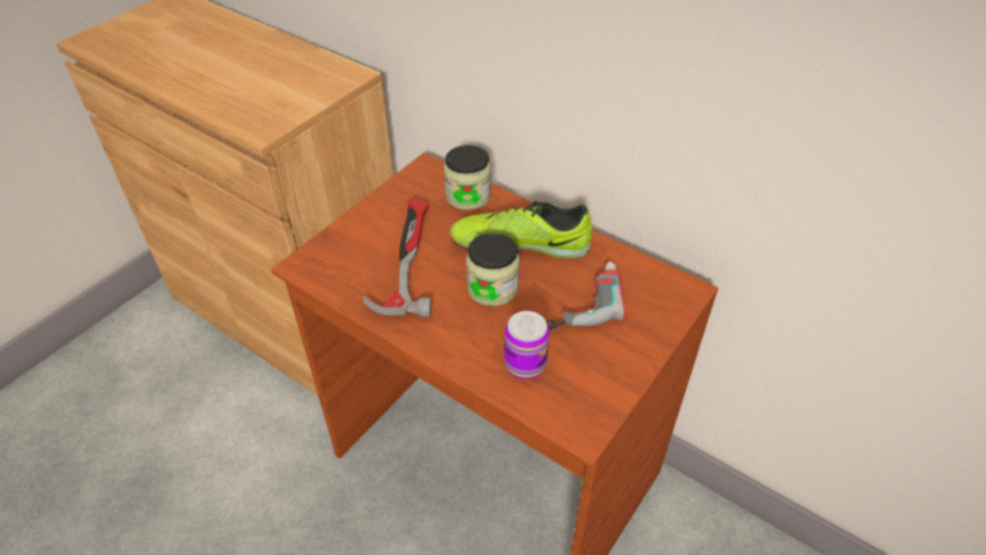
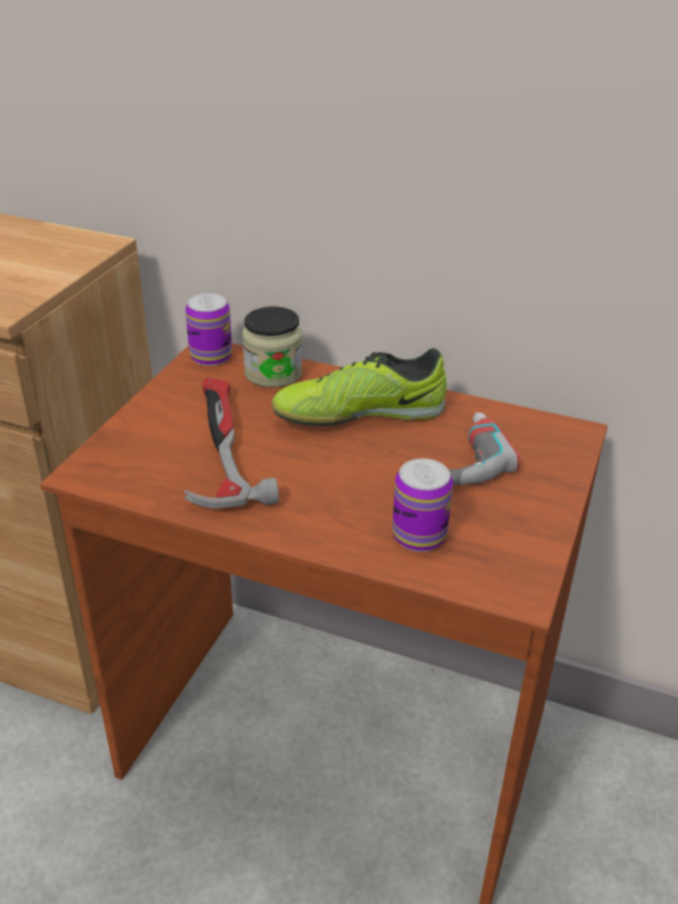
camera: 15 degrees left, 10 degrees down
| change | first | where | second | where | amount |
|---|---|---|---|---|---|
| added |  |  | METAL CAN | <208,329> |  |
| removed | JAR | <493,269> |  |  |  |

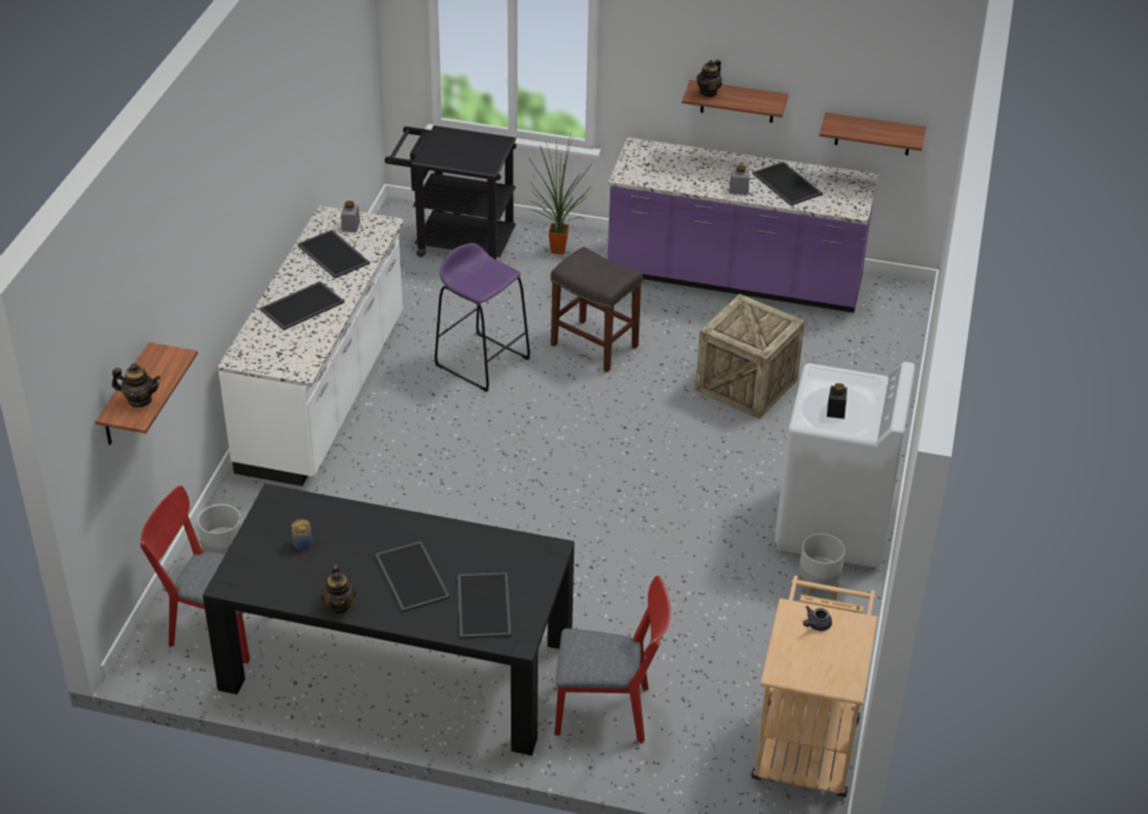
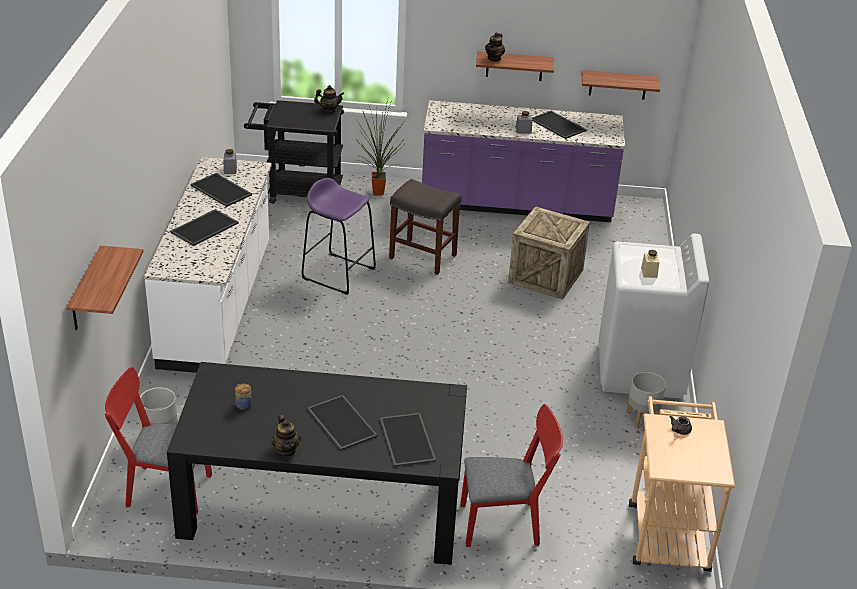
camera: 10 degrees left, 5 degrees down
| change | first | where | second | where | amount |
|---|---|---|---|---|---|
| moved | POT FOR TEA | <136,385> |  | <329,99> |  |
| recoloured | BLACK JAR | <837,401> | BEIGE JAR | <650,264> |  |

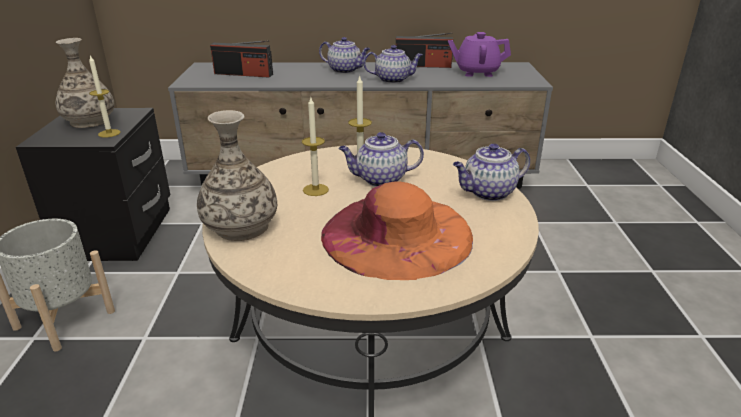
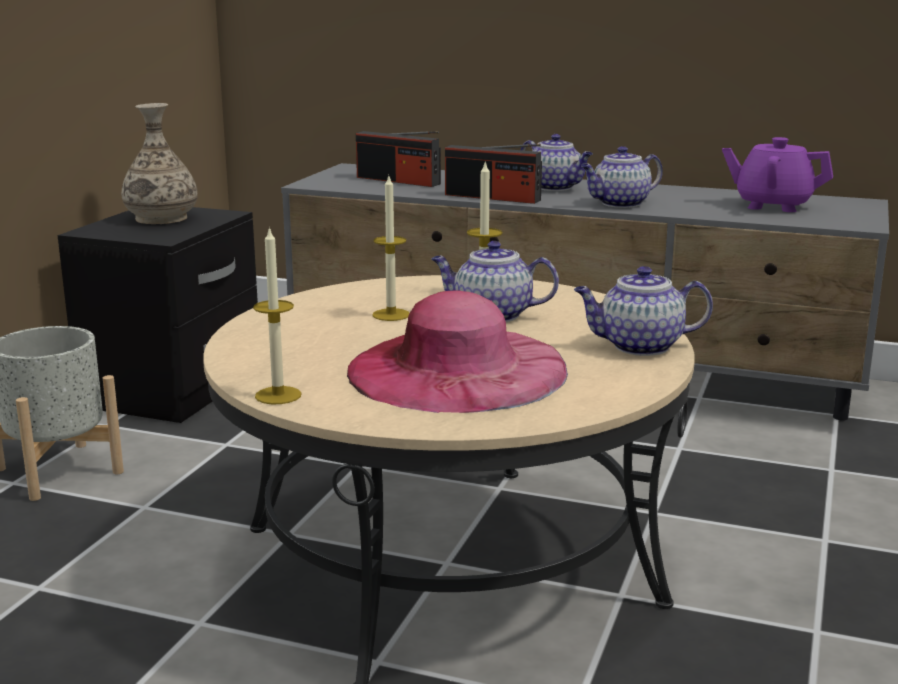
camera: 20 degrees right, 10 degrees down
| change | first | where | second | where | amount |
|---|---|---|---|---|---|
| moved | WAX LIGHT | <105,96> |  | <277,315> |  |
| recoloured | ORANGEY HAT | <397,230> | PINKISH HAT | <457,351> |  |
| moved | RADIO | <424,50> |  | <493,174> |  |
| turned | POT FOR TEA | <393,64> |  | <622,177> | 135 degrees clockwise |
| removed | VASE | <237,175> |  |  |  |

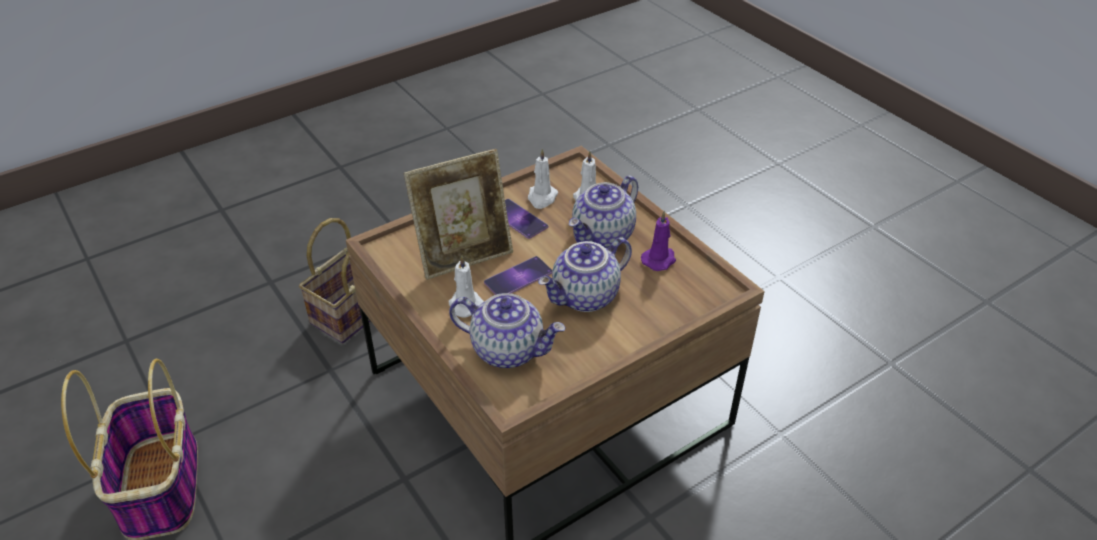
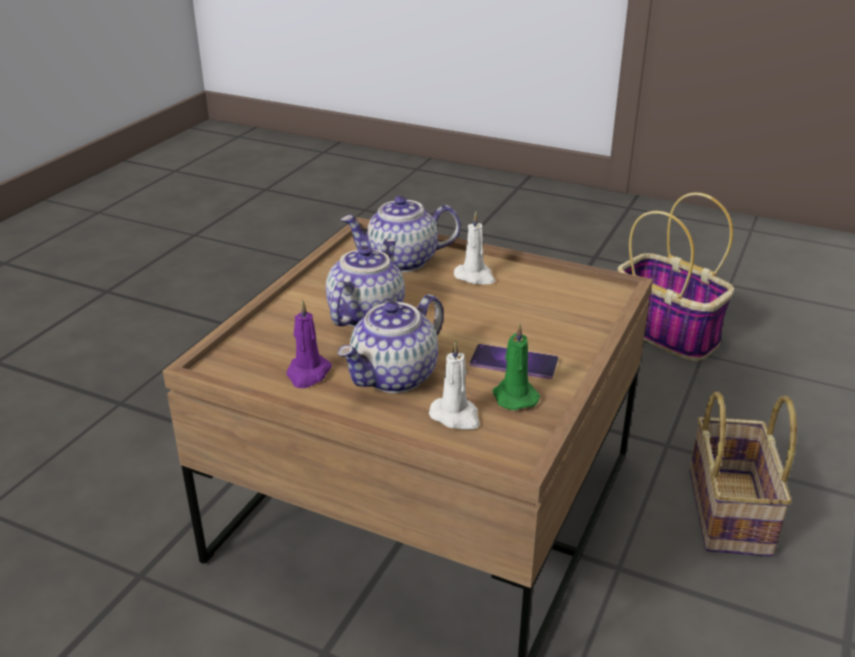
camera: 150 degrees right, 10 degrees down
| change | first | where | second | where | amount |
|---|---|---|---|---|---|
| turned | POT FOR TEA | <603,211> |  | <391,343> | 150 degrees counterclockwise |
| recoloured | WHITE WAX LIGHT | <543,179> | GREEN-COLOURED WAX LIGHT | <516,366> |  |
| removed | PICTURE FRAME | <458,214> |  |  |  |
| removed | TELEPHONE | <518,275> |  |  |  |

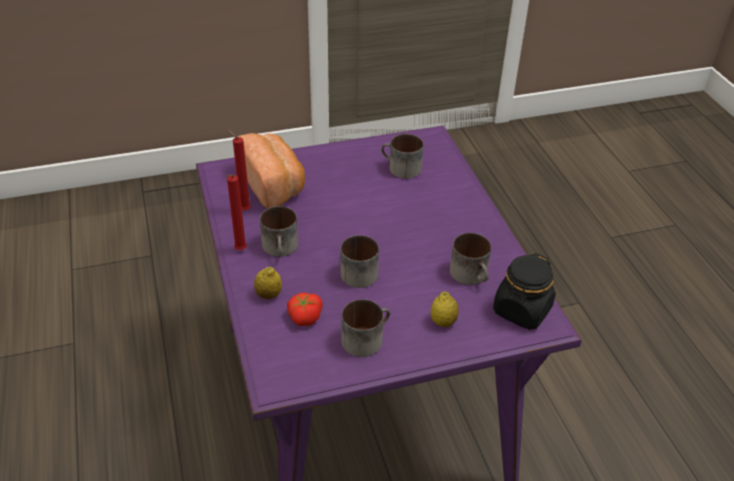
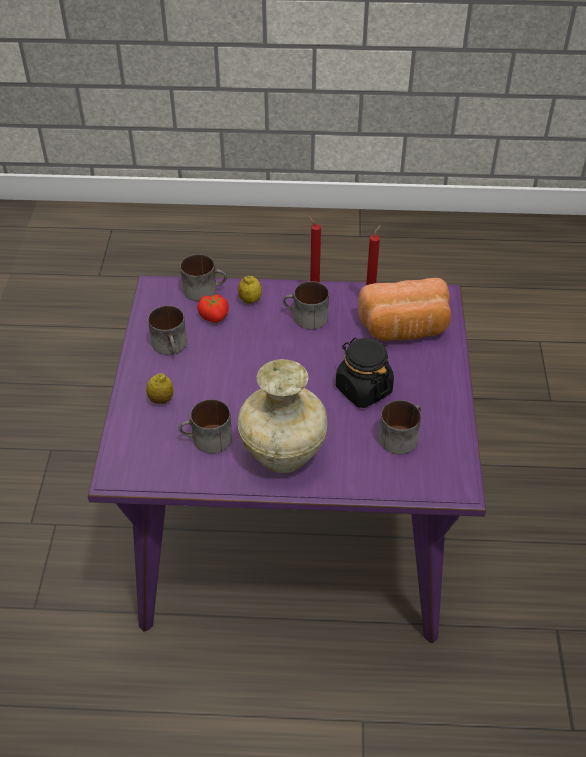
camera: 110 degrees right, 5 degrees up
| change | first | where | second | where | amount |
|---|---|---|---|---|---|
| moved | COFFEE MUG | <360,261> |  | <203,277> |  |
| added |  |  | BEIGE VASE | <282,416> |  |
| moved | BLACK JAR | <524,291> |  | <365,373> |  |

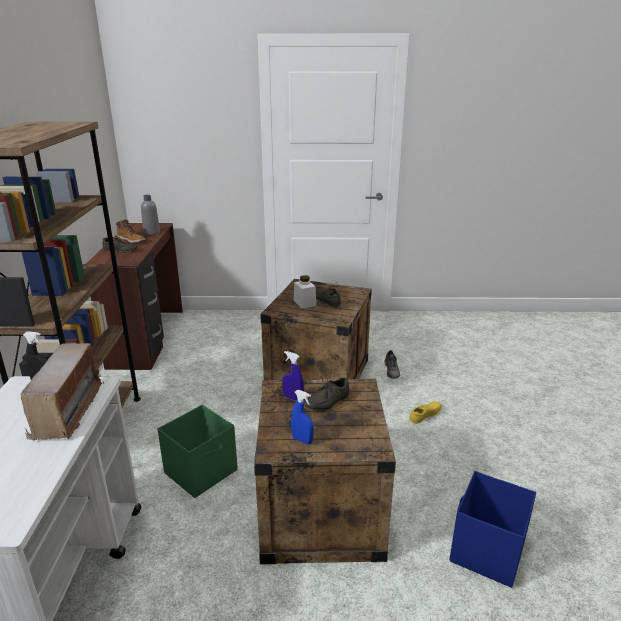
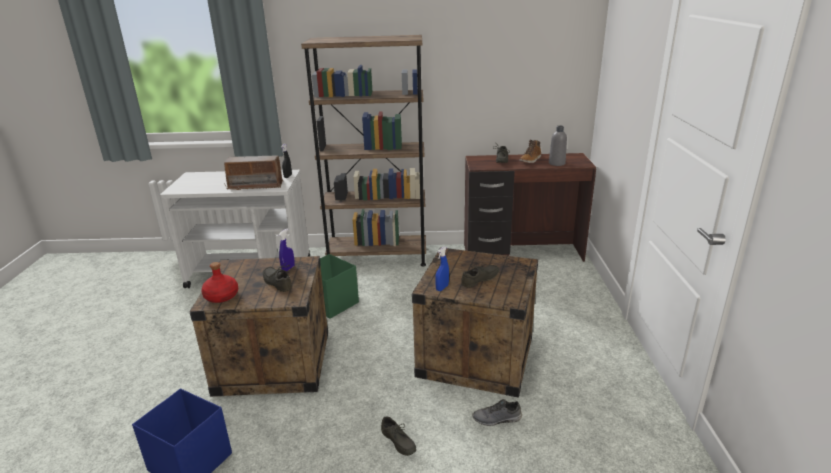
camera: 90 degrees right, 0 degrees up
| change | first | where | second | where | amount |
|---|---|---|---|---|---|
| added |  |  | REDDISH BOTTLE | <219,282> |  |
| recoloured | YELLOWISH ITEM OF FOOTWEAR | <425,412> | GRAY ITEM OF FOOTWEAR | <398,436> |  |
| moved | BLUISH SPRAYER | <302,417> |  | <442,268> |  |
| removed | WHITE JAR | <305,292> |  |  |  |

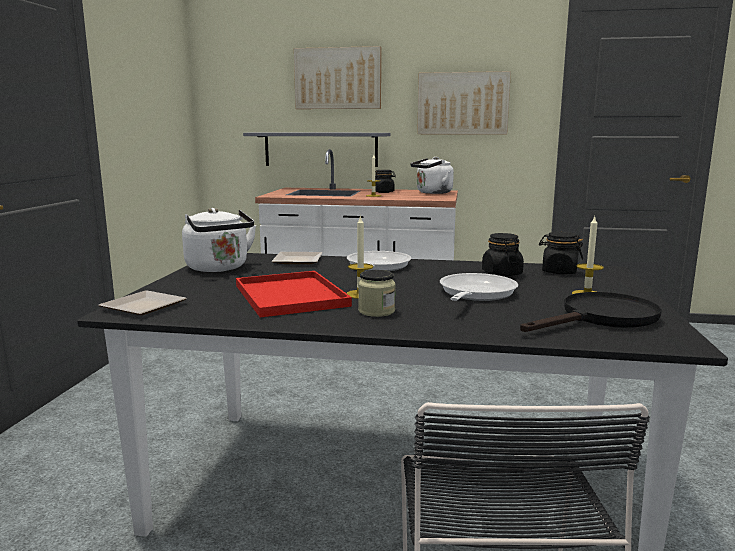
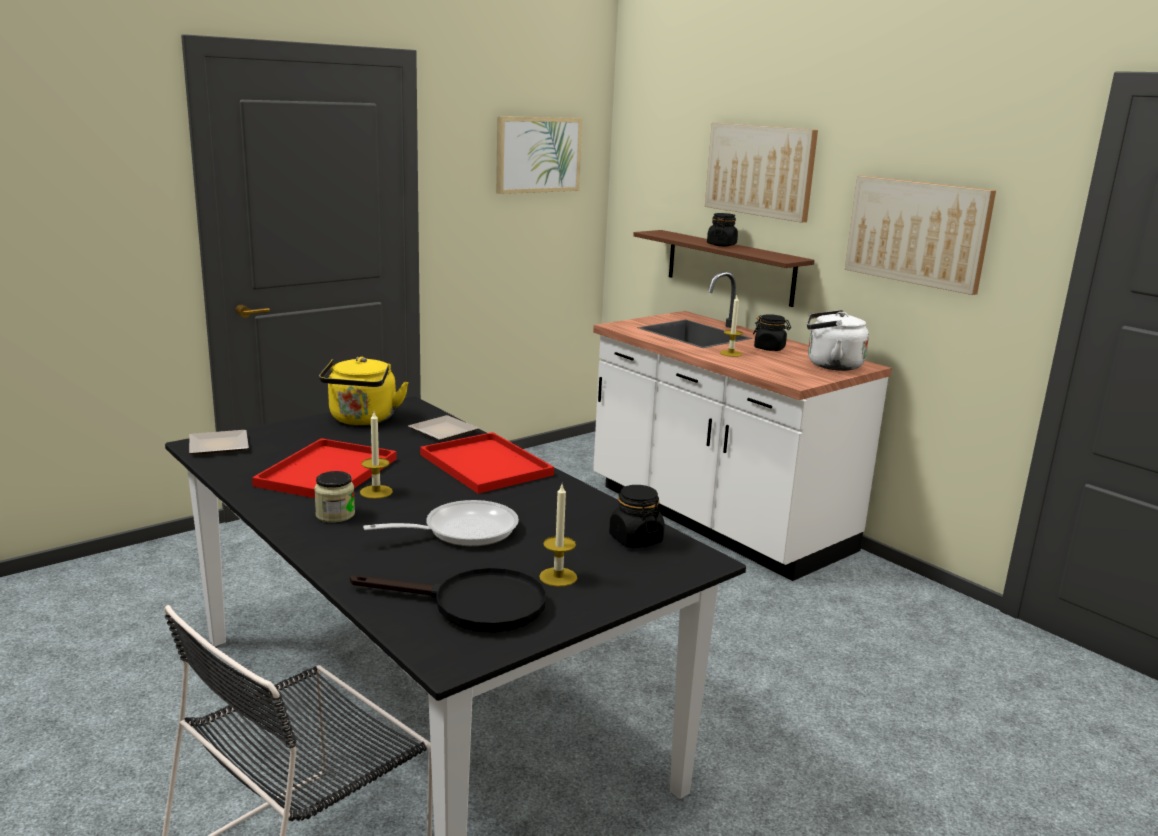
camera: 40 degrees right, 5 degrees up
| change | first | where | second | where | amount |
|---|---|---|---|---|---|
| recoloured | WHITE KETTLE | <219,240> | YELLOWISH KETTLE | <364,391> |  |
| replaced | FRYING PAN | <379,261> | REDDISH TRAY | <487,463> |  |
| added |  |  | WALL ART | <539,155> |  |
| recoloured | GRAY SHELF | <316,149> | BROWN SHELF | <724,268> |  |
| moved | BLACK JAR | <503,254> |  | <722,229> |  |

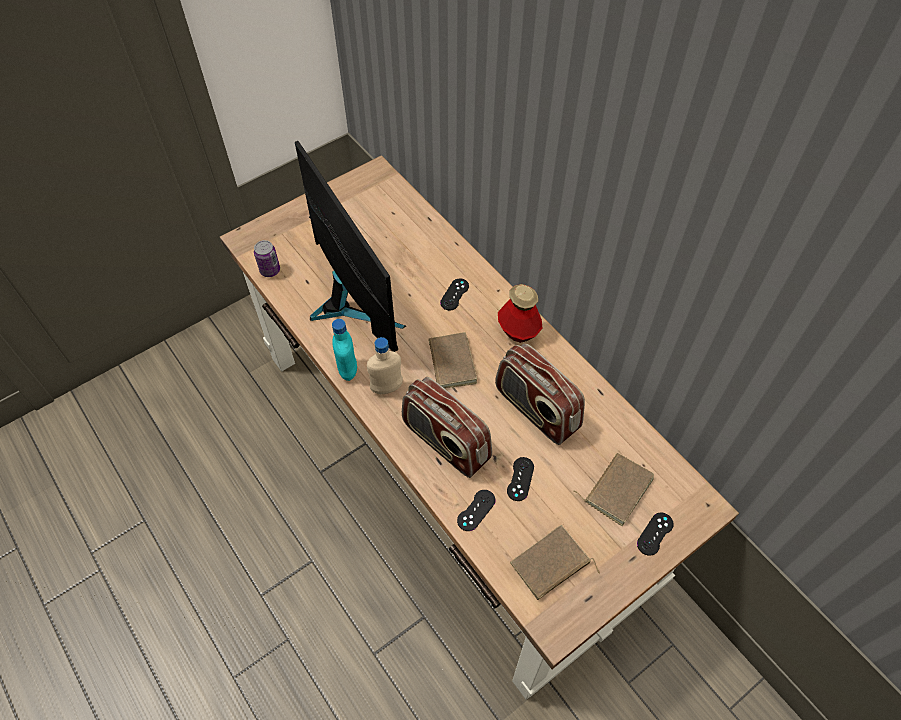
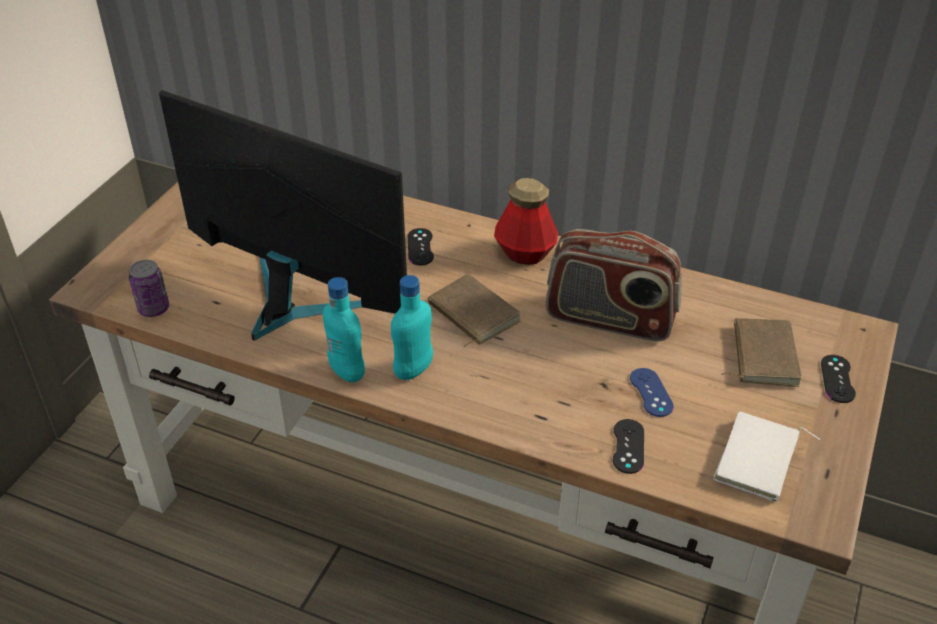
camera: 30 degrees left, 15 degrees down
| change | first | where | second | where | amount |
|---|---|---|---|---|---|
| recoloured | BEIGE BOTTLE | <385,365> | BLUE-GREEN BOTTLE | <412,327> |  |
| recoloured | BLACK JOYPAD | <520,479> | BLUISH JOYPAD | <652,392> |  |
| recoloured | BROWN BOOK | <555,562> | WHITE BOOK | <766,456> |  |
| removed | RADIO | <447,427> |  |  |  |

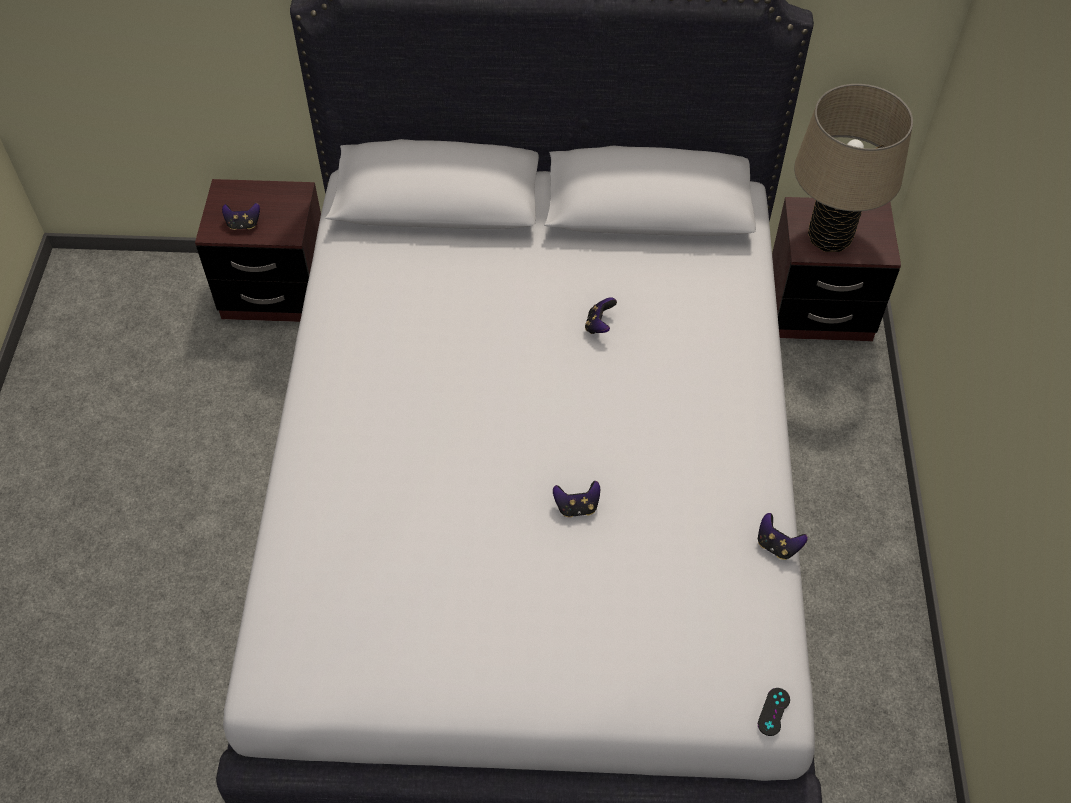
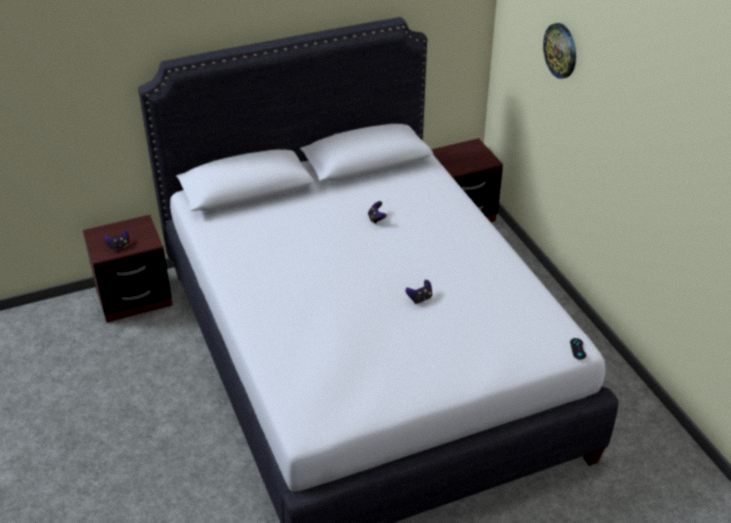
camera: 25 degrees left, 15 degrees down
| change | first | where | second | where | amount |
|---|---|---|---|---|---|
| added |  |  | CLOCK ON THE WALL | <559,51> |  |
| removed | JOYPAD | <783,536> |  |  |  |
| removed | BEIGE TABLETOP LAMP | <853,168> |  |  |  |

